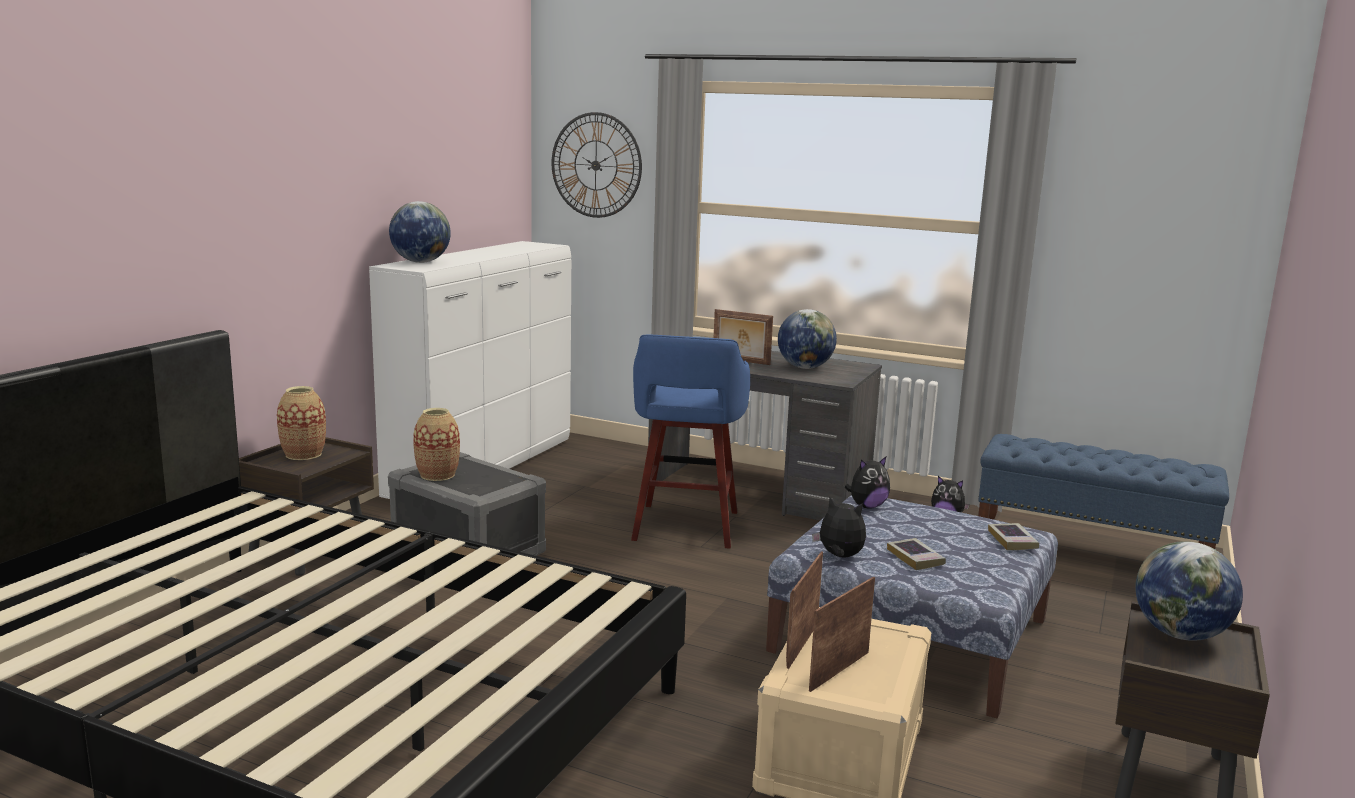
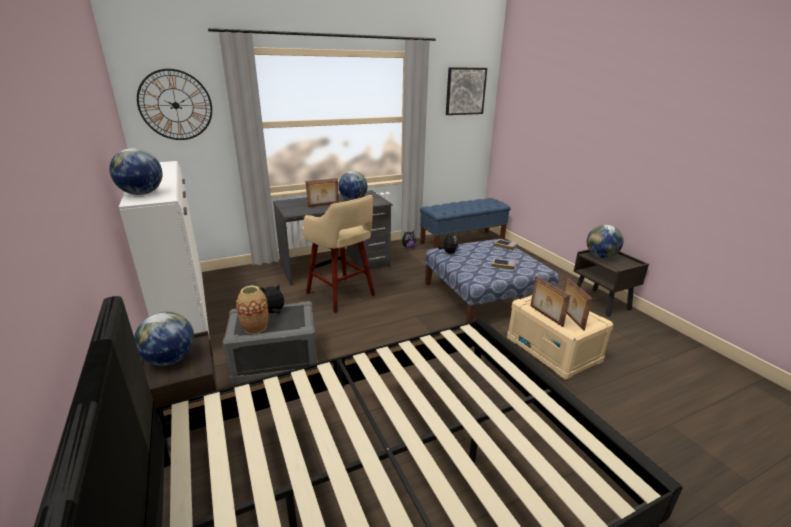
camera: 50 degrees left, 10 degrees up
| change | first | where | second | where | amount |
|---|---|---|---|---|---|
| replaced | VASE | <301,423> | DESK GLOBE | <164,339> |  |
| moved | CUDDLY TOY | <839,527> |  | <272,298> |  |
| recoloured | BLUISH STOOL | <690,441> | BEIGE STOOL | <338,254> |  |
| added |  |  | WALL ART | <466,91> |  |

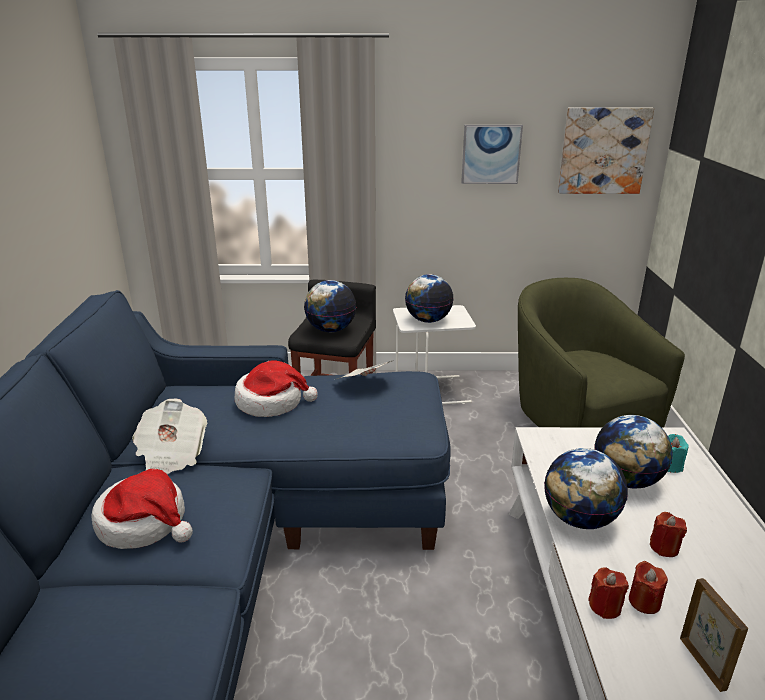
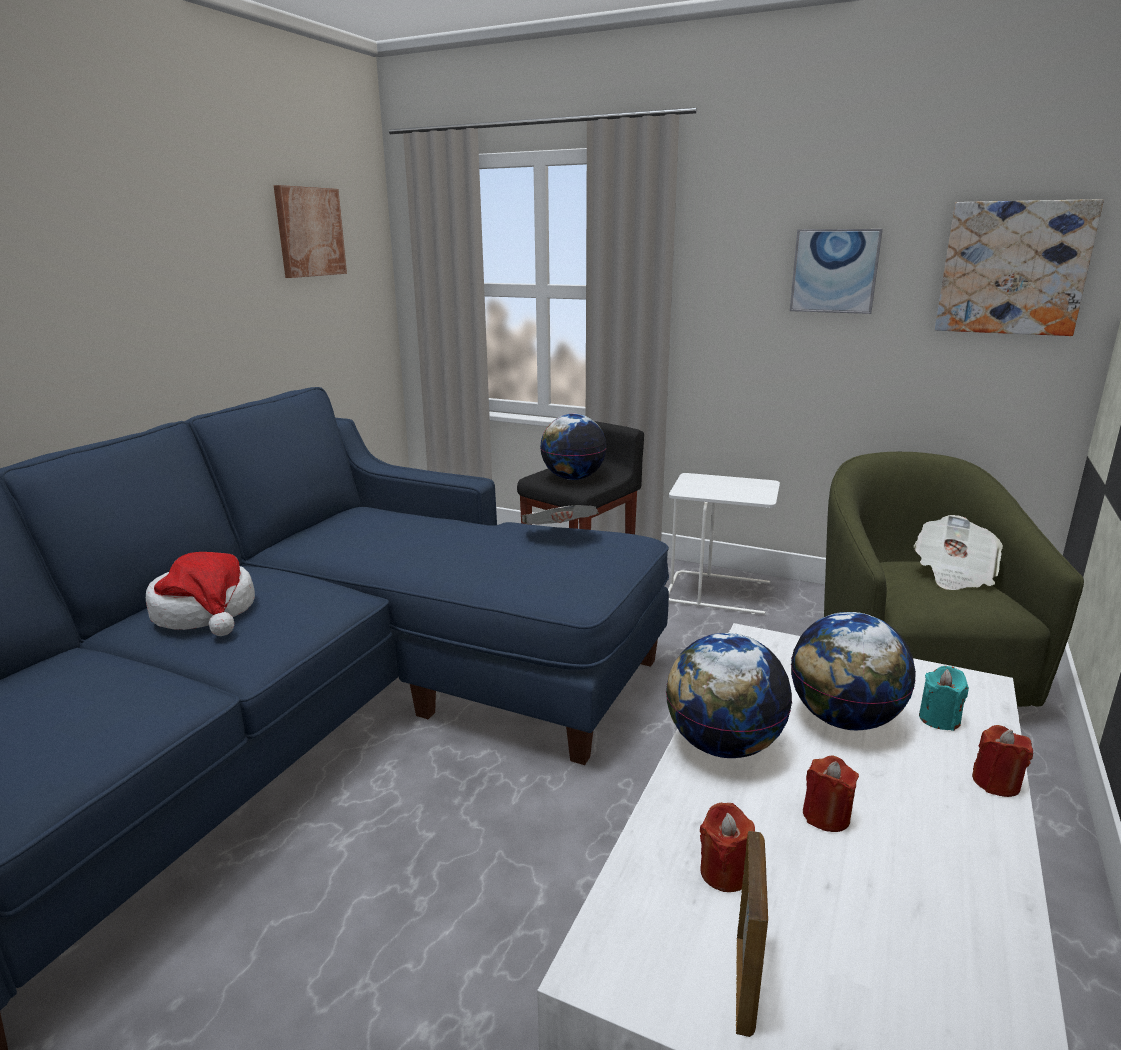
camera: 25 degrees right, 5 degrees down
| change | first | where | second | where | amount |
|---|---|---|---|---|---|
| added |  |  | WALL ART | <310,231> |  |
| moved | NEWSPAPER | <169,436> |  | <958,552> |  |
| moved | REDDISH WAX LIGHT | <608,593> |  | <1002,761> |  |
| removed | HAT | <276,388> |  |  |  |
| removed | DESK GLOBE | <429,298> |  |  |  |

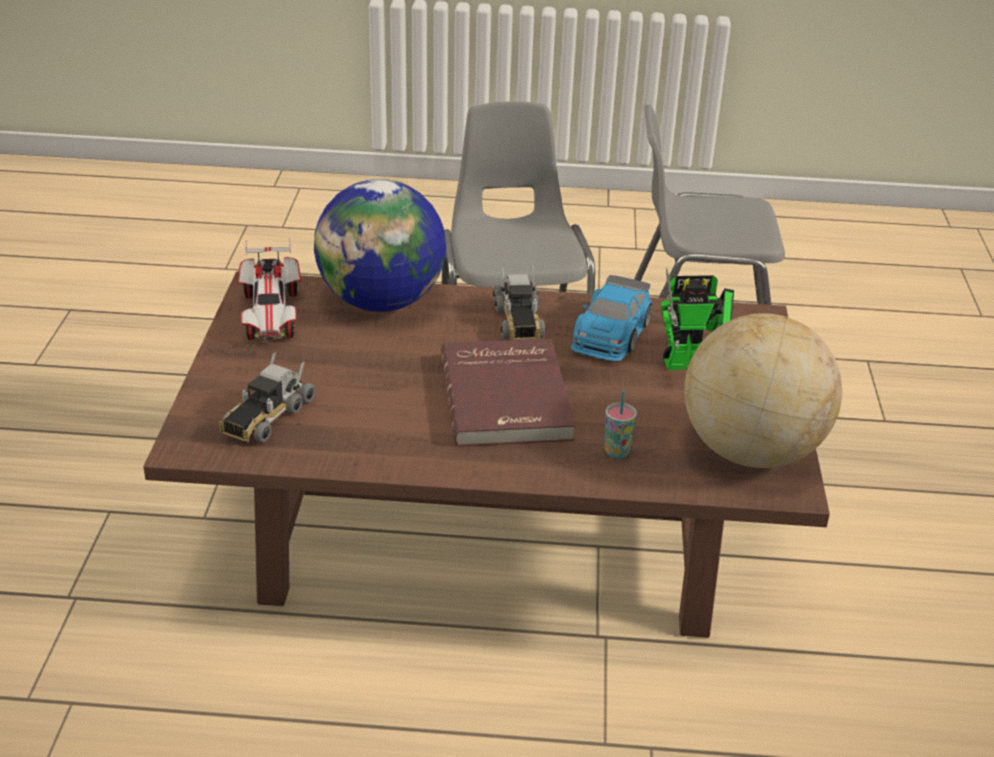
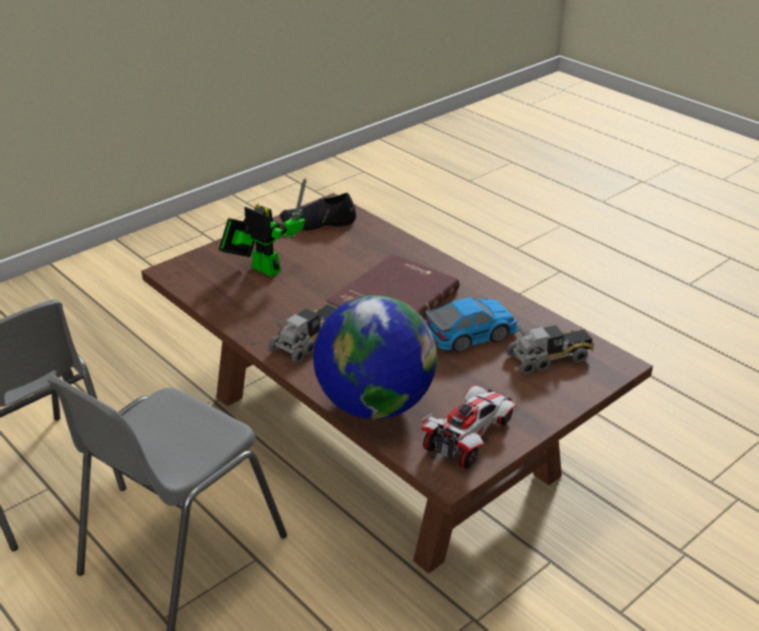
camera: 135 degrees left, 0 degrees up
| change | first | where | second | where | amount |
|---|---|---|---|---|---|
| replaced | DESK GLOBE | <763,390> | BLACK ITEM OF FOOTWEAR | <317,212> |  |
| moved | TOY CAR | <611,318> |  | <472,324> |  |
| removed | CUP | <621,424> |  |  |  |

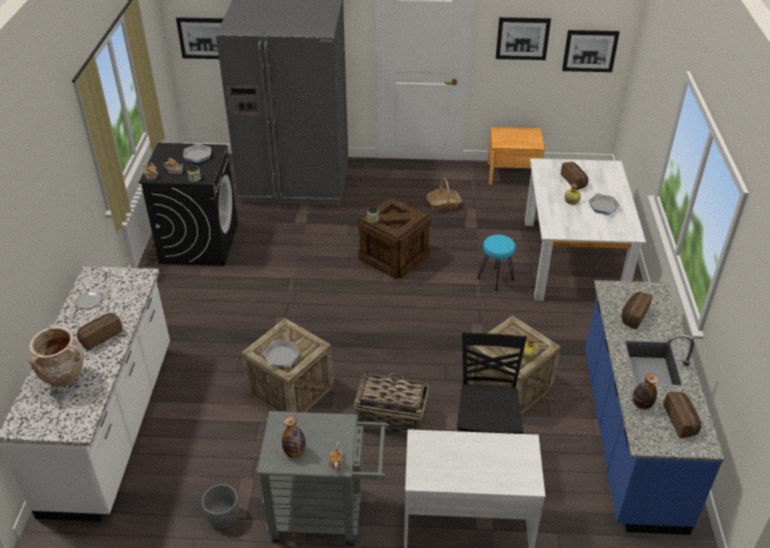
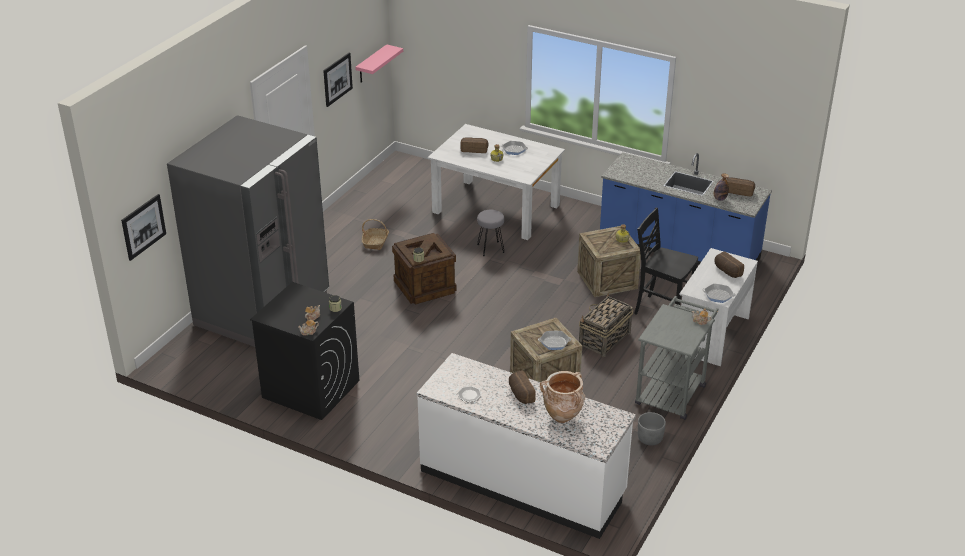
camera: 65 degrees left, 5 degrees down
| change | first | where | second | where | amount |
|---|---|---|---|---|---|
| replaced | WALL ART | <591,51> | PINKISH SHELF | <379,63> |  |
| recoloured | BLUE-GREEN STOOL | <497,263> | GRAY STOOL | <491,233> |  |
| moved | FRYING PAN | <197,153> |  | <719,293> |  |
| moved | BAKED BREAD | <637,310> |  | <729,265> |  |
| removed | BOTTLE | <294,437> |  |  |  |
| removed | BROWN BEDSIDE TABLE | <516,156> |  |  |  |

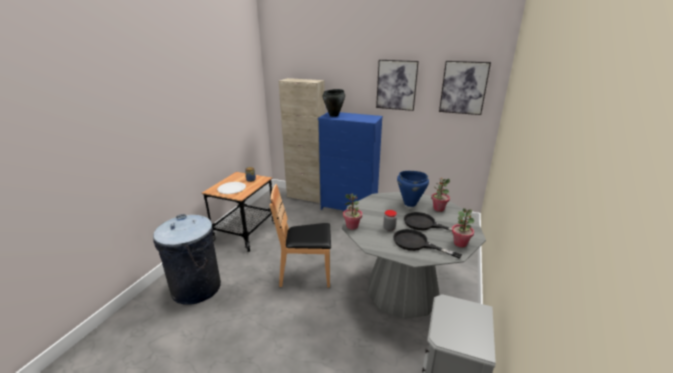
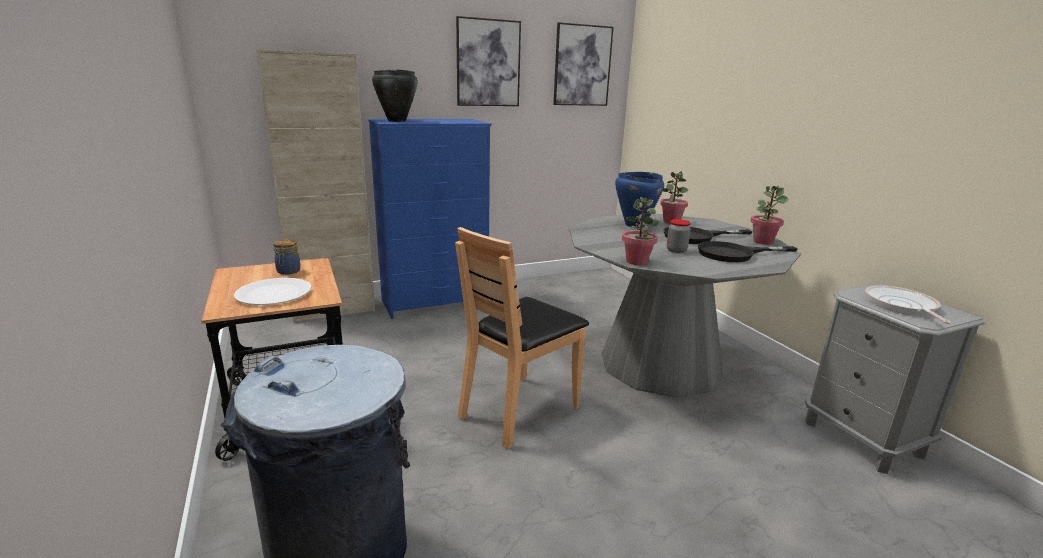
camera: 45 degrees left, 5 degrees down
| change | first | where | second | where | amount |
|---|---|---|---|---|---|
| added |  |  | FRYING PAN | <908,305> |  |

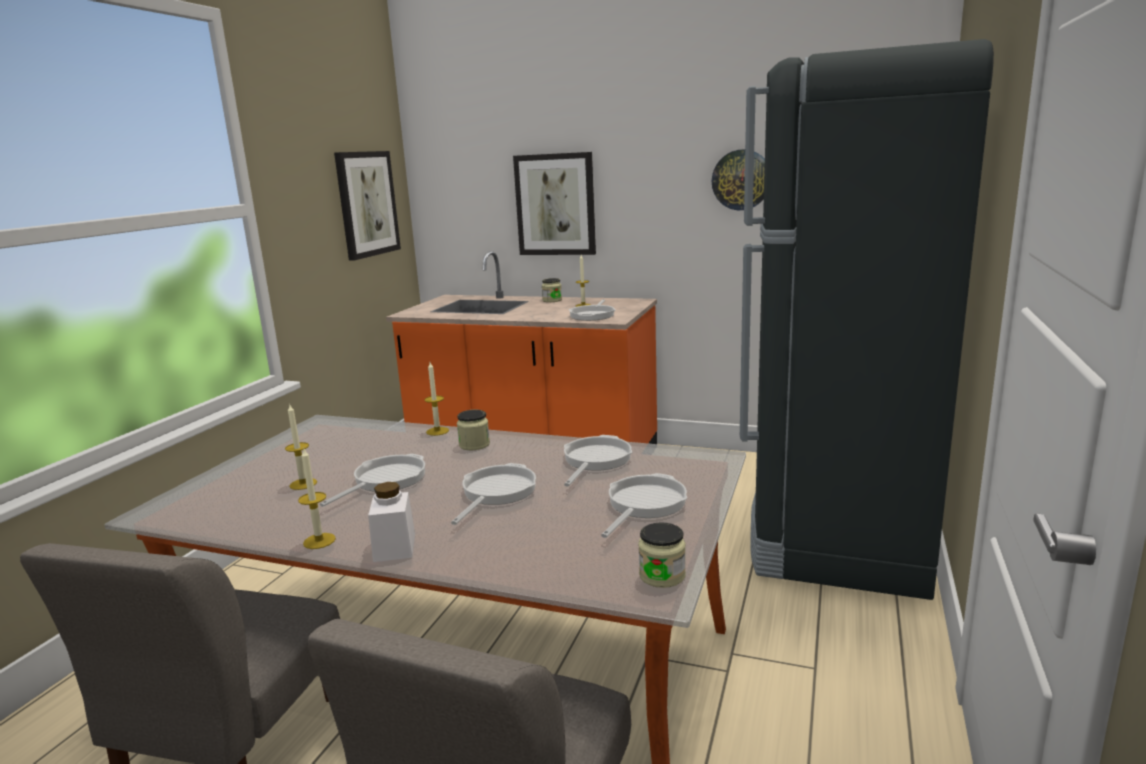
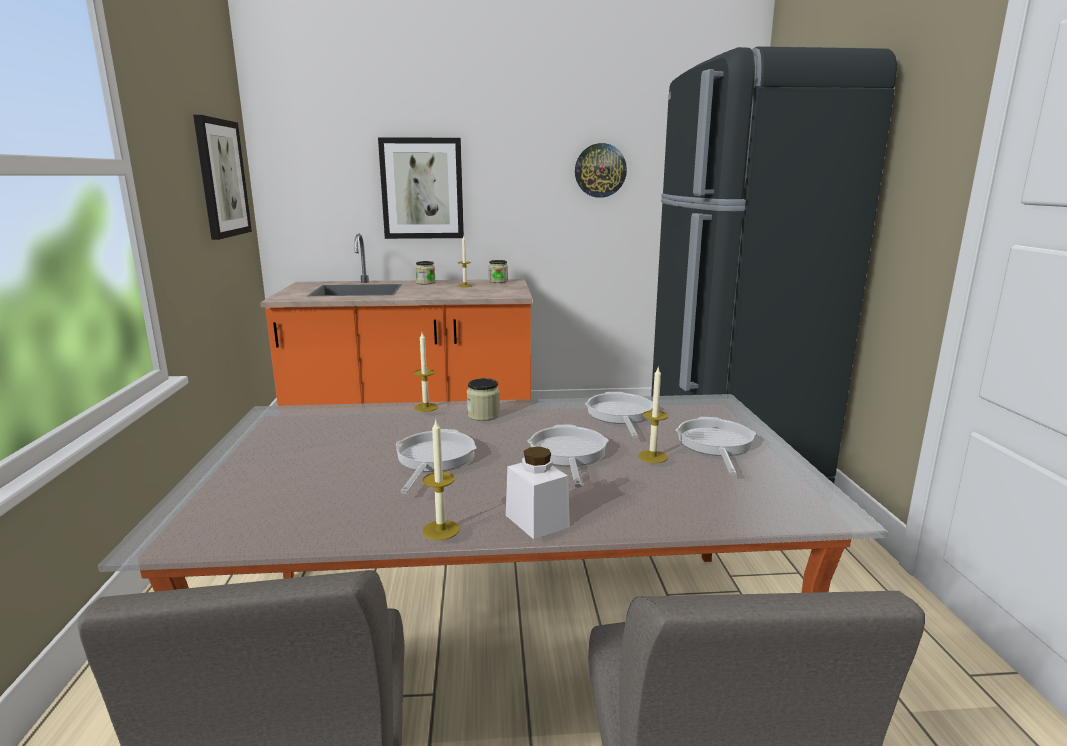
camera: 25 degrees left, 0 degrees up
| change | first | where | second | where | amount |
|---|---|---|---|---|---|
| moved | JAR | <662,555> |  | <498,271> |  |
| moved | WAX LIGHT | <301,447> |  | <653,415> |  |
| removed | FRYING PAN | <592,310> |  |  |  |

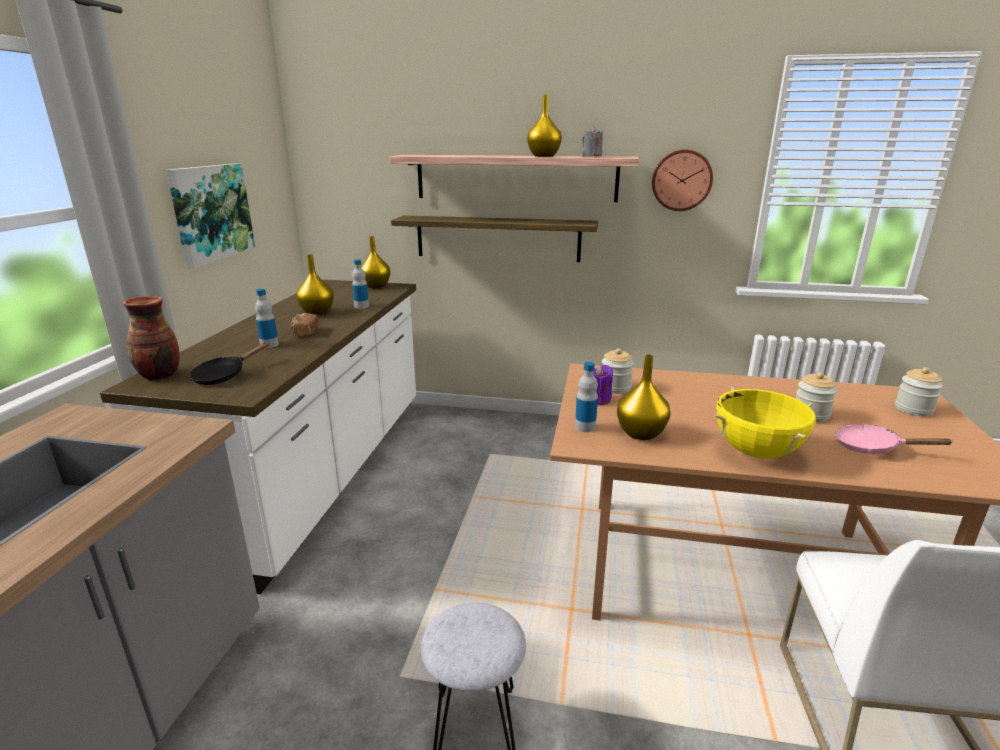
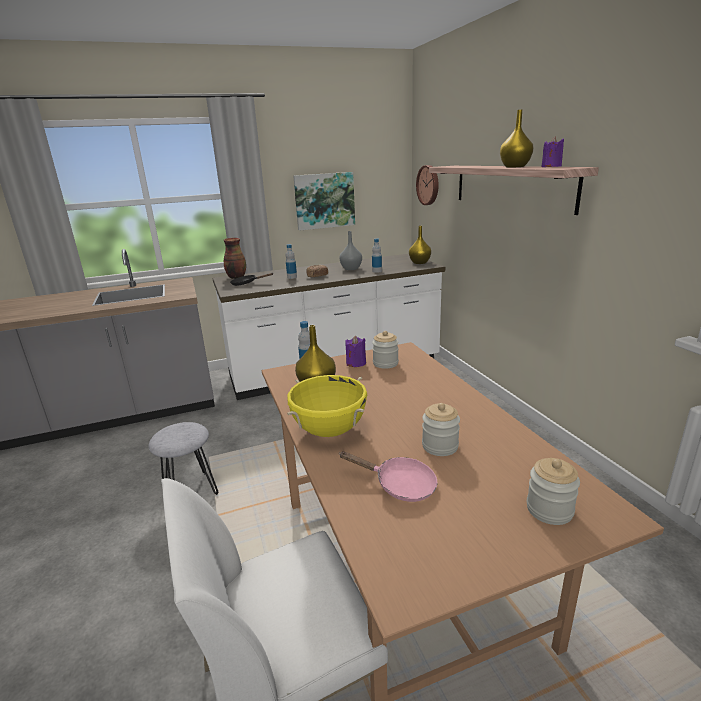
camera: 60 degrees right, 0 degrees up
| change | first | where | second | where | amount |
|---|---|---|---|---|---|
| recoloured | YELLOWISH VASE | <315,284> | GRAY VASE | <350,250> |  |
| turned | PINKISH FRYING PAN | <894,439> |  | <388,476> | 120 degrees clockwise |
| moved | CLOCK ON THE WALL | <682,180> |  | <427,185> |  |
| recoloured | GRAY WAX LIGHT | <592,141> | PURPLE WAX LIGHT | <552,152> |  |
| removed | SHELF | <494,238> |  |  |  |

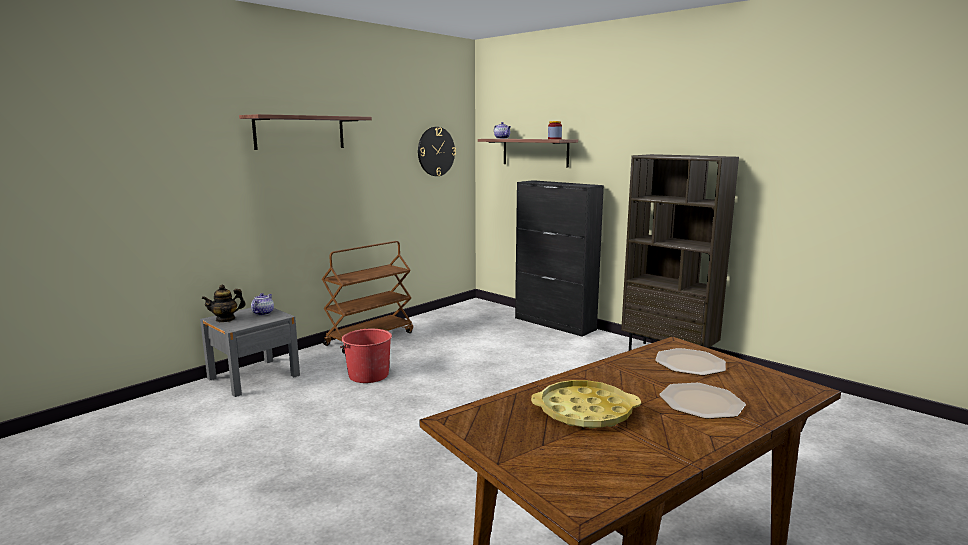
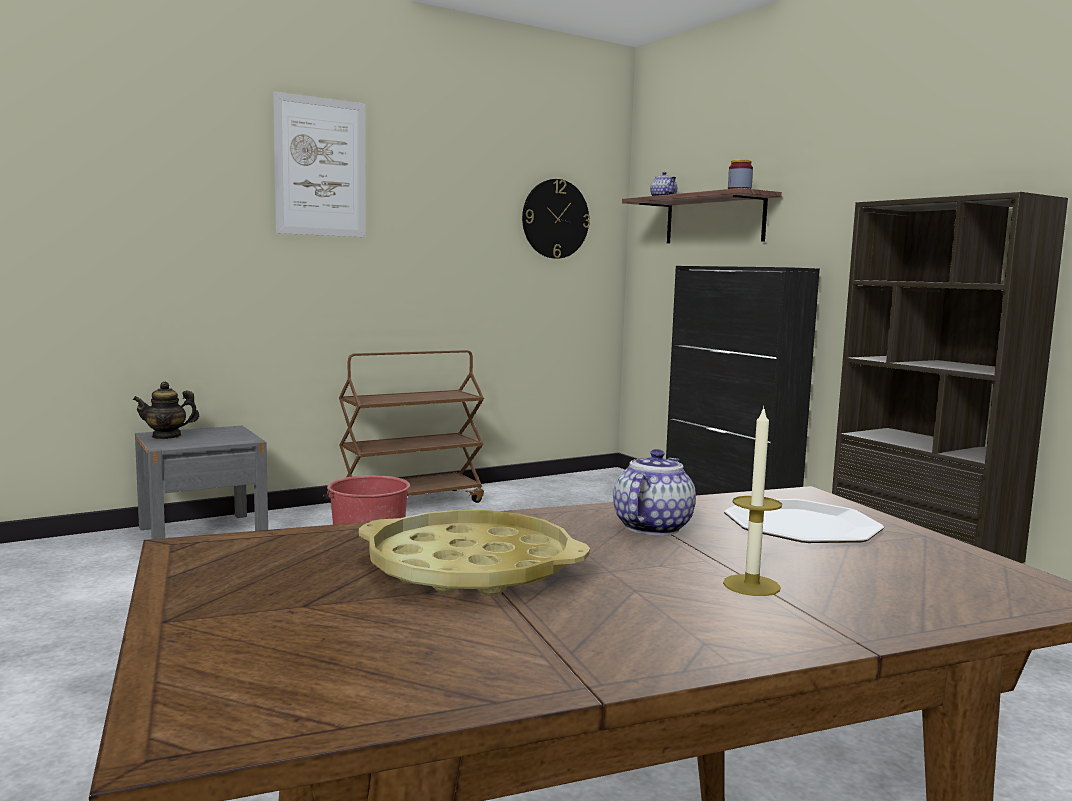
camera: 15 degrees right, 5 degrees down
| change | first | where | second | where | amount |
|---|---|---|---|---|---|
| replaced | SHELF | <305,132> | WALL ART | <319,164> |  |
| moved | POT FOR TEA | <262,304> |  | <654,492> |  |
| replaced | PLATE | <702,401> | WAX LIGHT | <752,501> |  |

